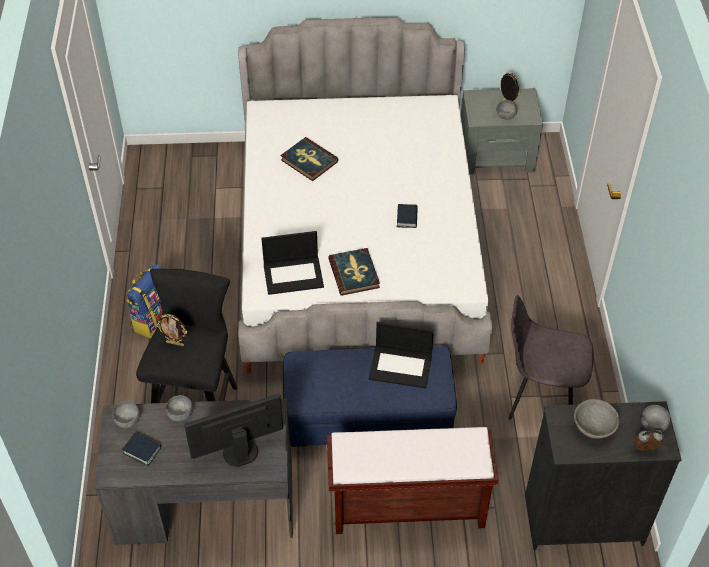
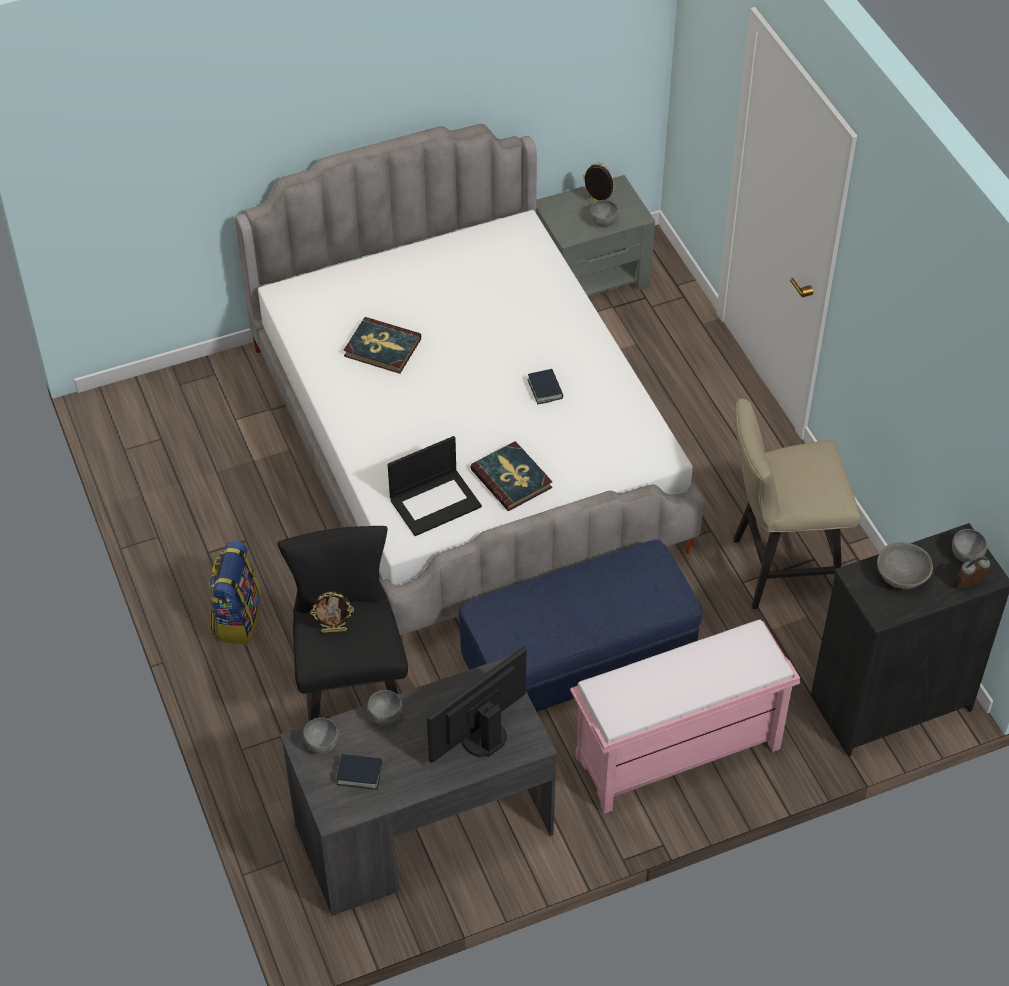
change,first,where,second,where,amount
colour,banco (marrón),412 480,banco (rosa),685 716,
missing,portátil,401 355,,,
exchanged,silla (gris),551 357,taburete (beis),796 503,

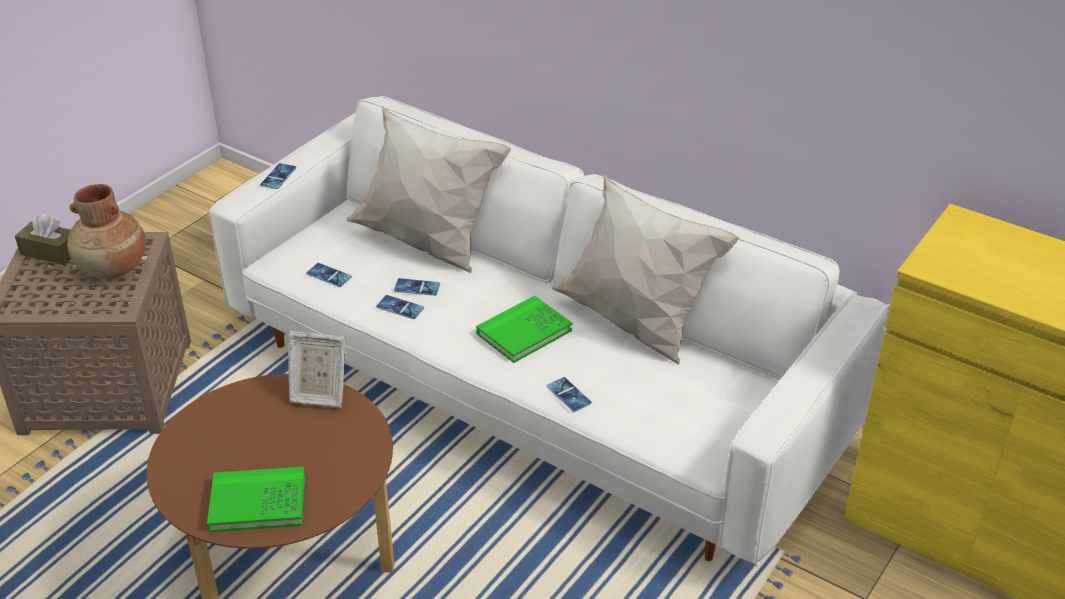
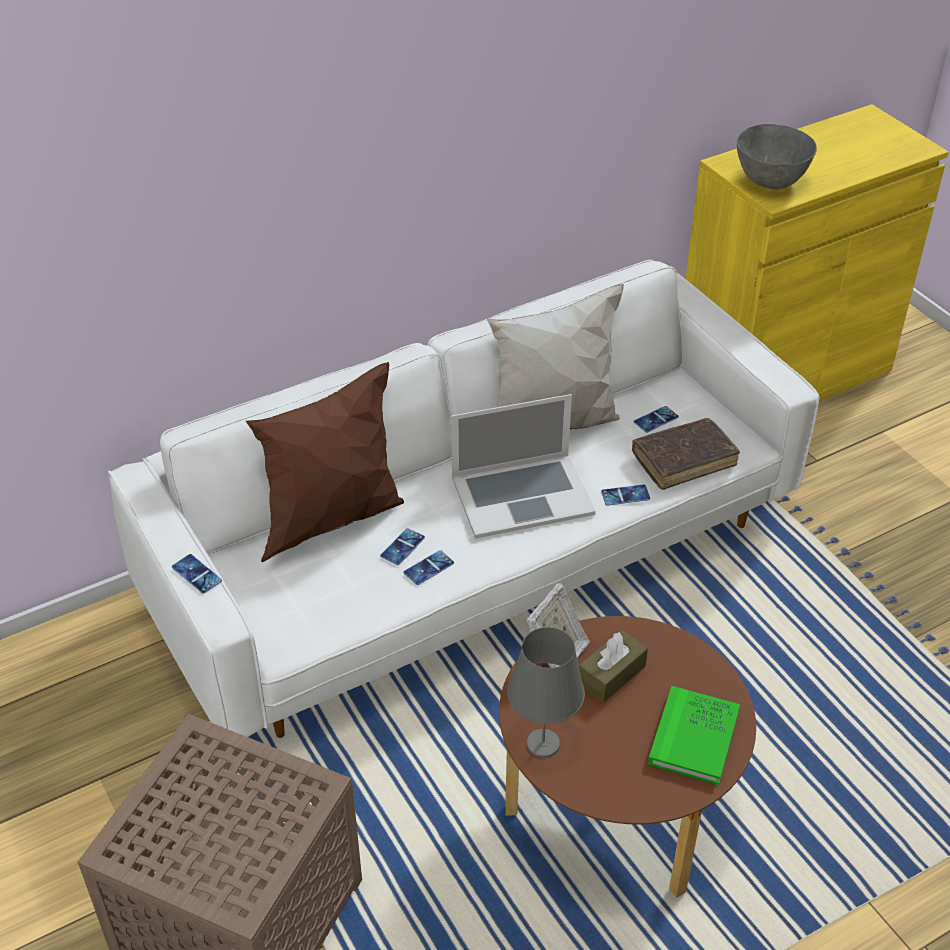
change,first,where,second,where,amount
relocated,caja de pañuelos (marrón),43 239,,613 666,
missing,florero (marrón),106 231,,,
relocated,móvil,329 275,,656 419,
colour,cojín (blanco),429 189,cojín (marrón),325 462,
exchanged,libro (verde),524 329,portátil,523 466,
appeared,,,lámpara de mesa (gris),546 692,
appeared,,,libro (marrón),686 454,
appeared,,,cuenco (gris),776 156,

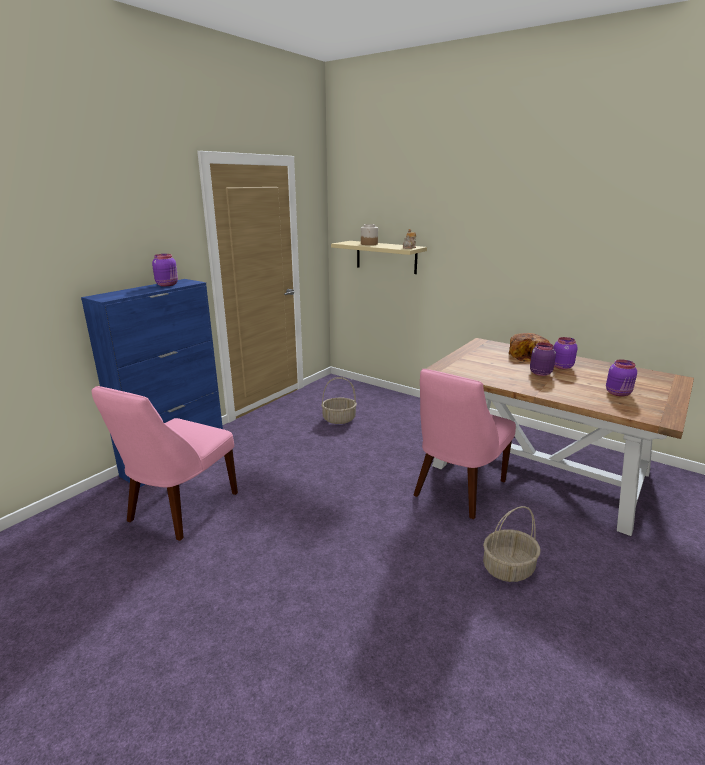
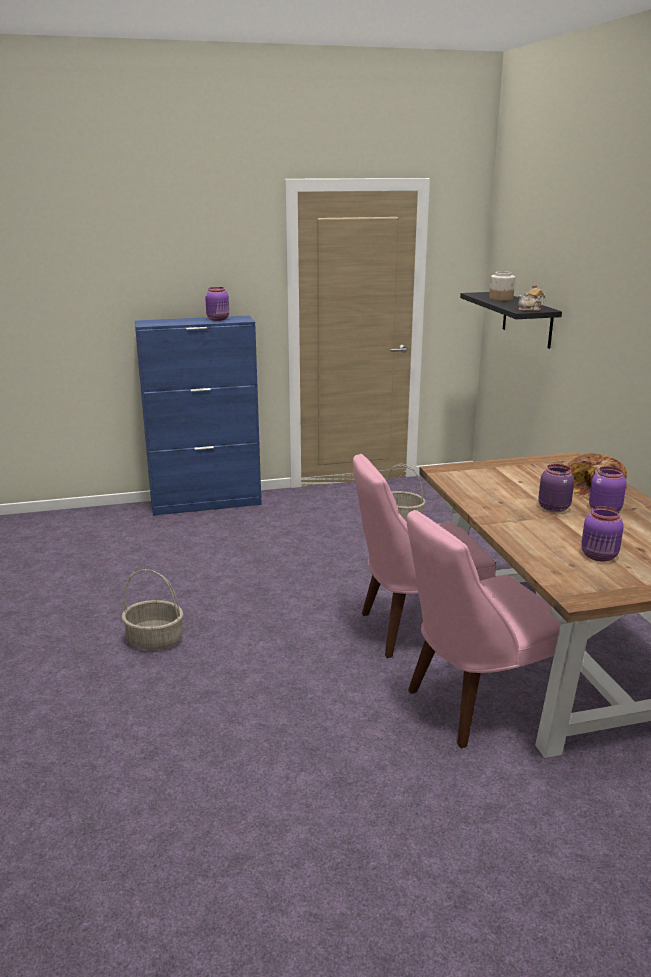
change,first,where,second,where,amount
relocated,silla (rosa),164 463,,484 629,
colour,estante (beis),379 257,estante (negro),511 320,
relocated,cesta,512 544,,152 609,

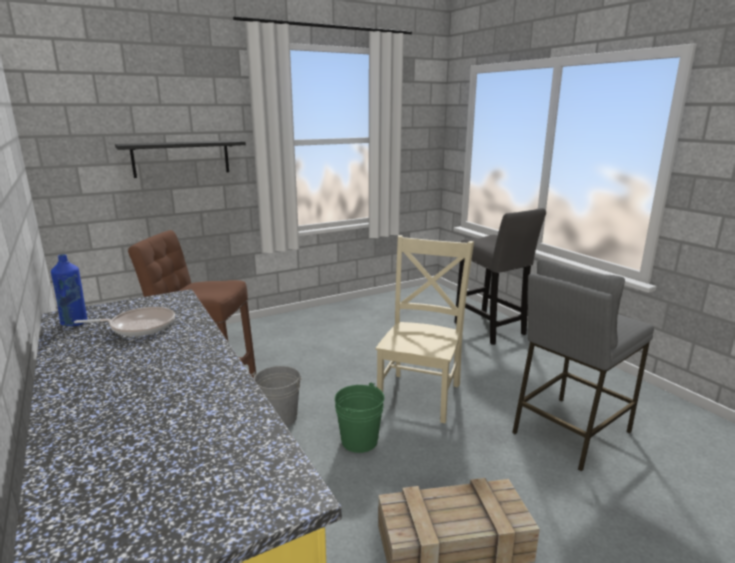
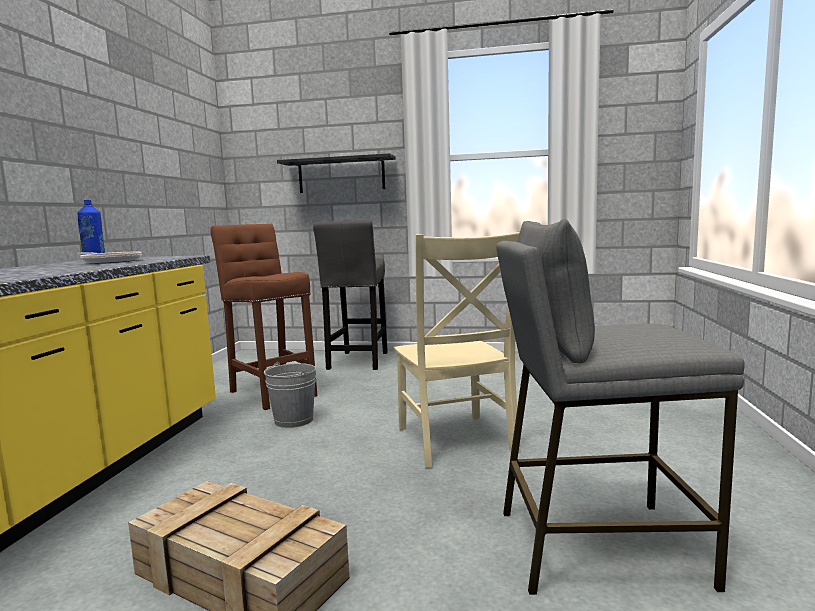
change,first,where,second,where,amount
missing,cubo (verde),359 417,,,
spun,silla (beis),424 329,,457 349,105 degrees clockwise
relocated,taburete (gris),500 276,,350 295,

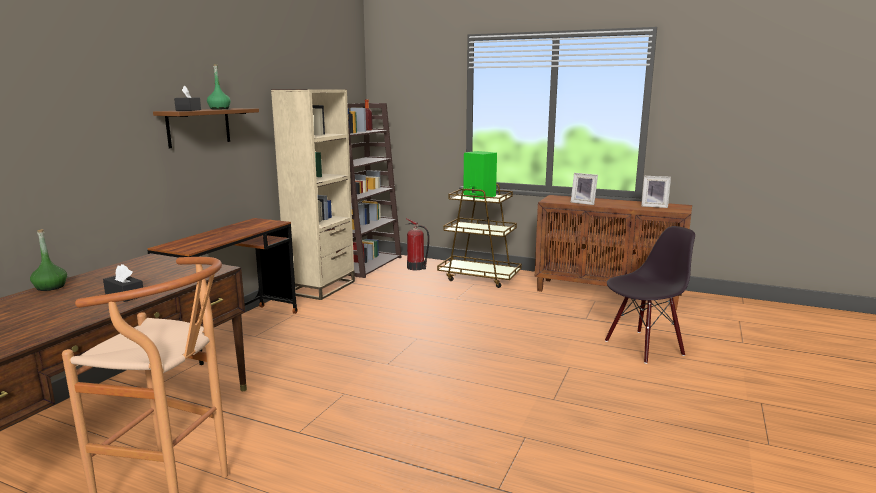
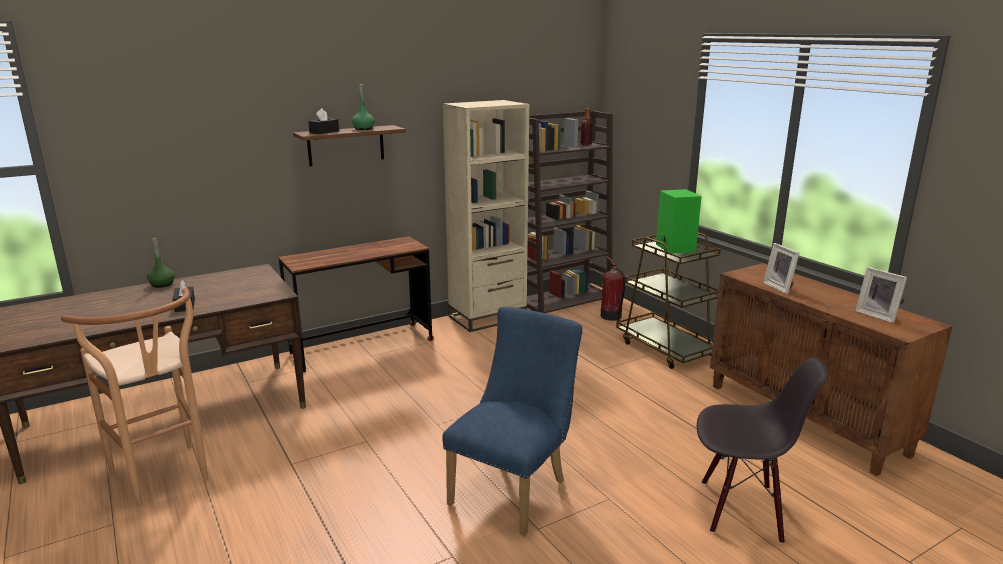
change,first,where,second,where,amount
appeared,,,silla (azul),512 421,

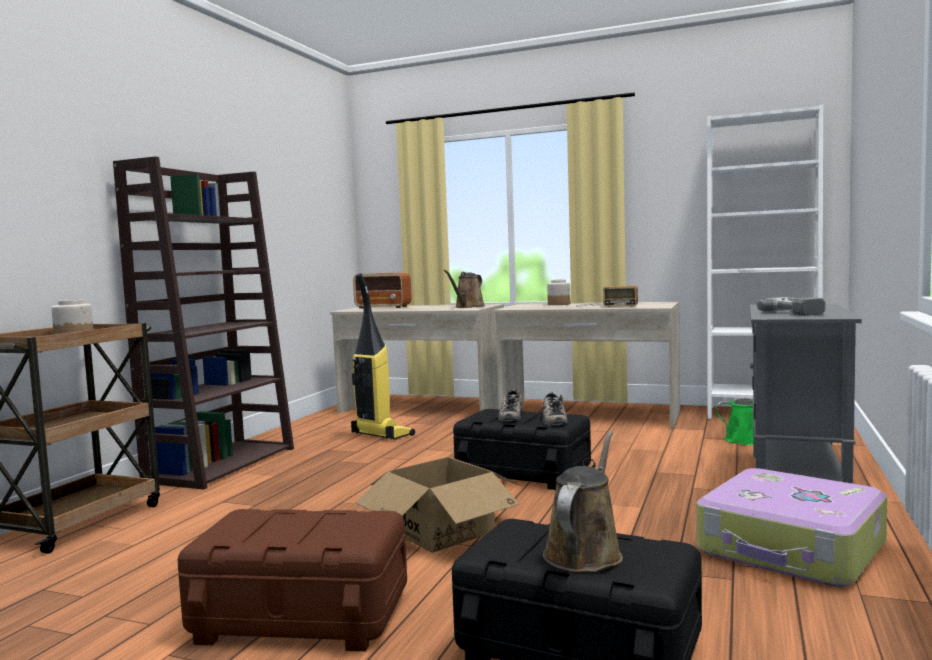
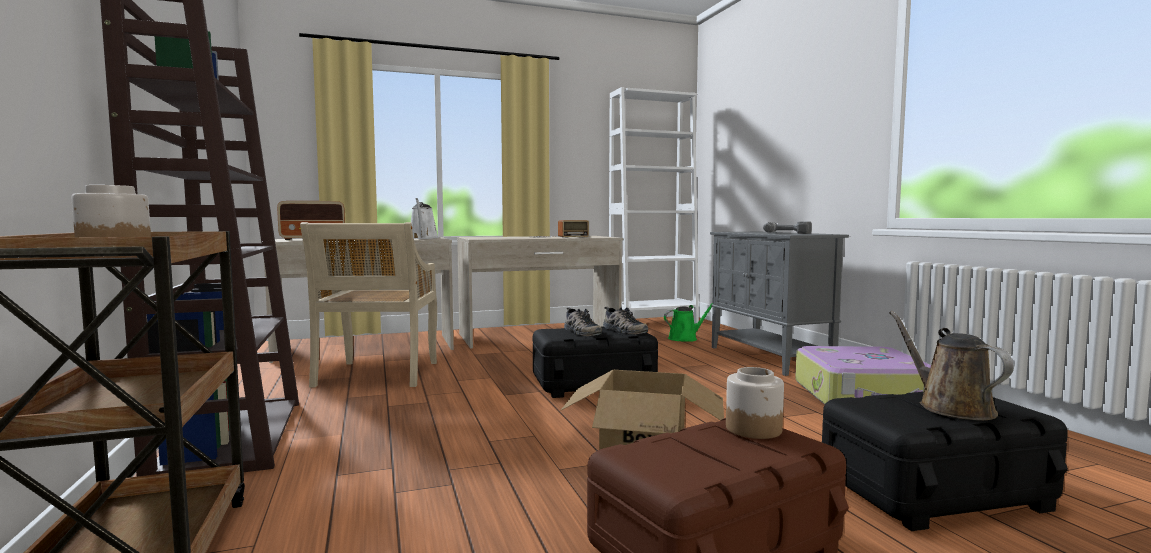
change,first,where,second,where,amount
exchanged,aspiradora,383 356,silla (beis),368 304,
colour,regadera (marrón),464 289,regadera (blanco),425 218,
relocated,tarro,558 292,,755 403,

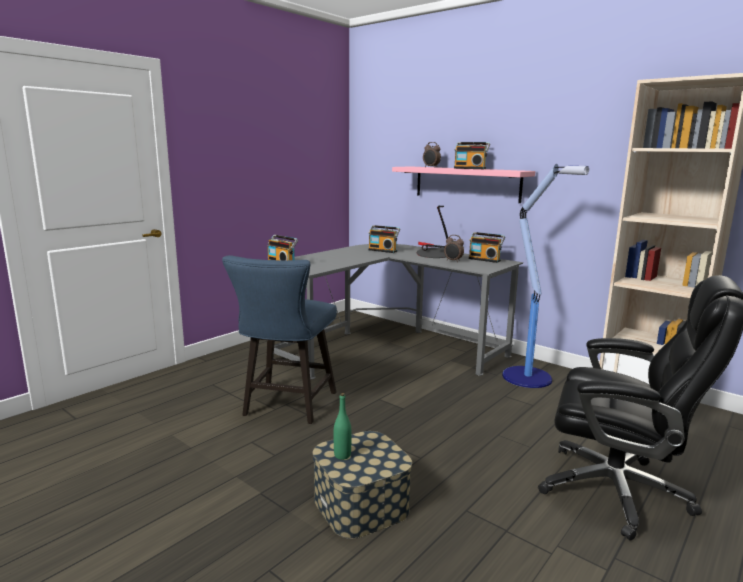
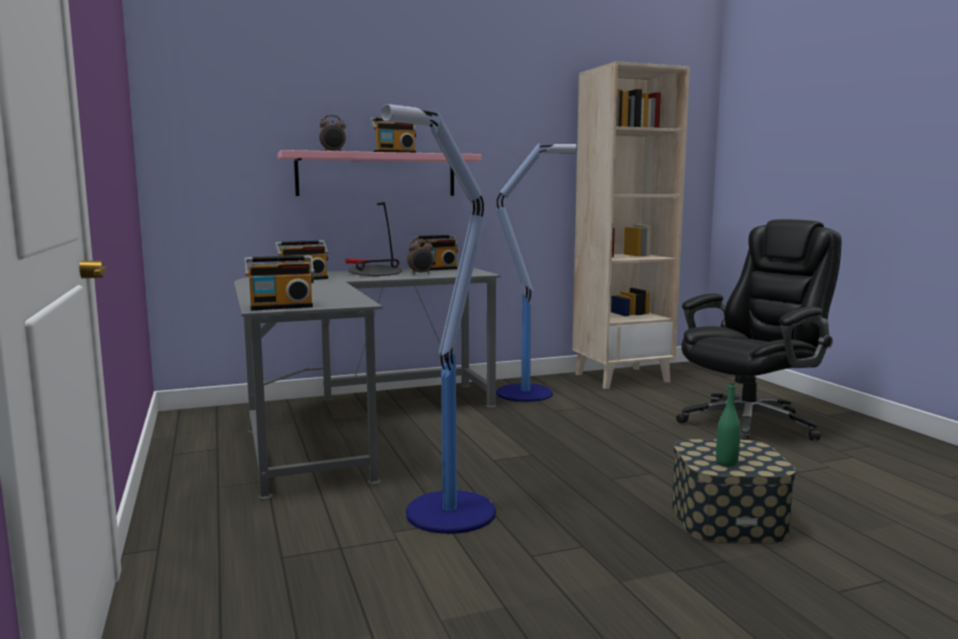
change,first,where,second,where,amount
exchanged,silla (azul),279 339,lámpara de pie,438 319,

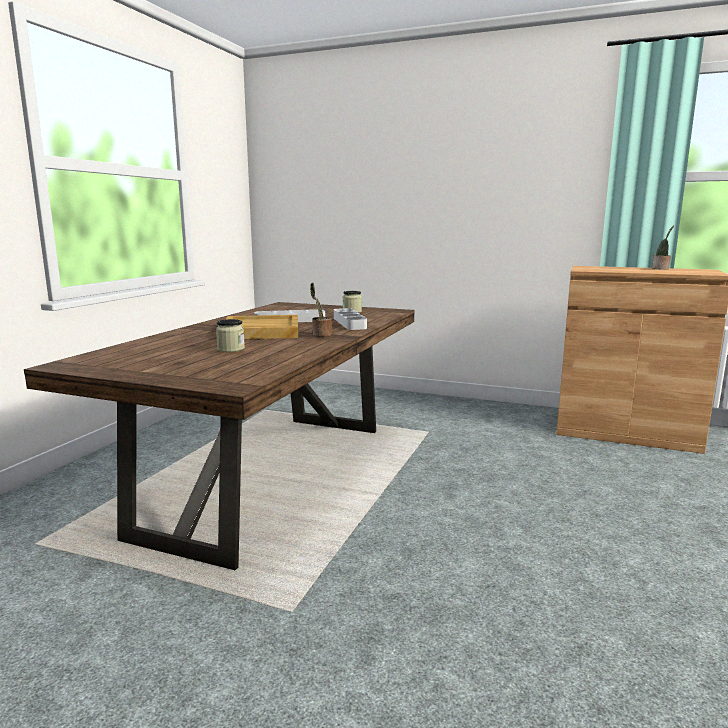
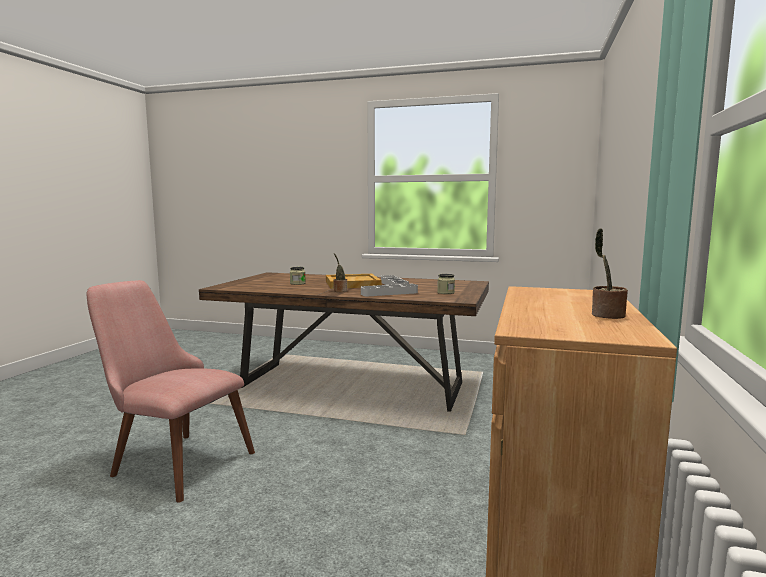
change,first,where,second,where,amount
appeared,,,silla (rosa),170 391,

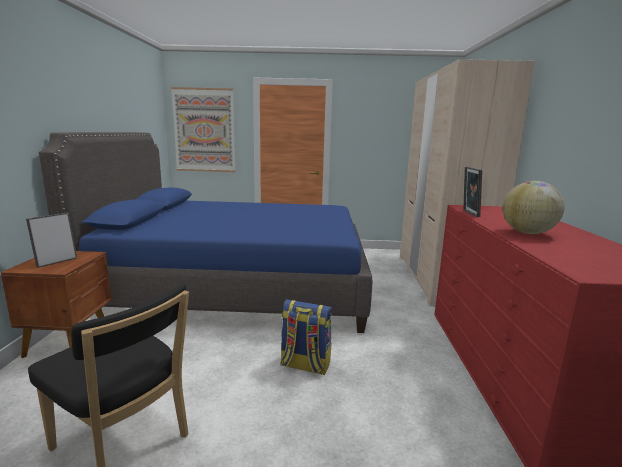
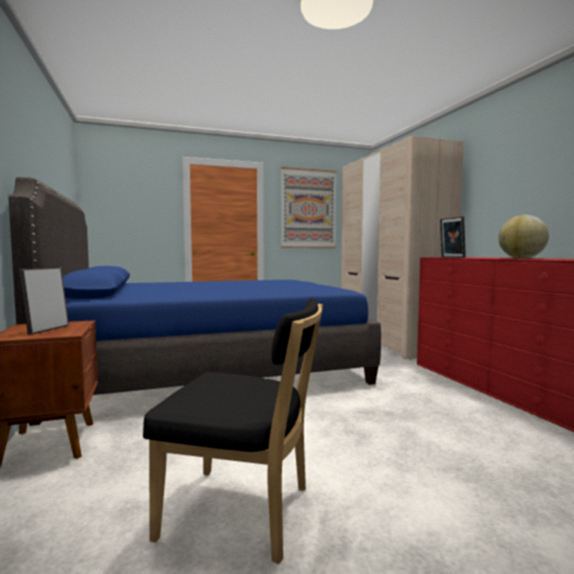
change,first,where,second,where,amount
relocated,cuadro,203 129,,309 207,
missing,mochila,306 337,,,

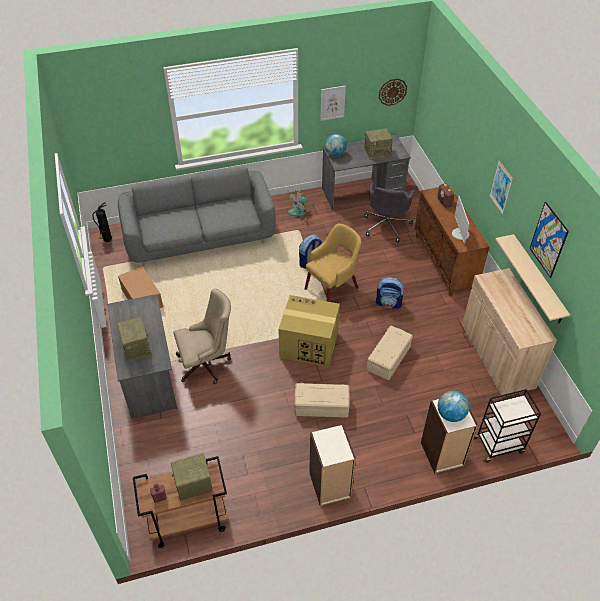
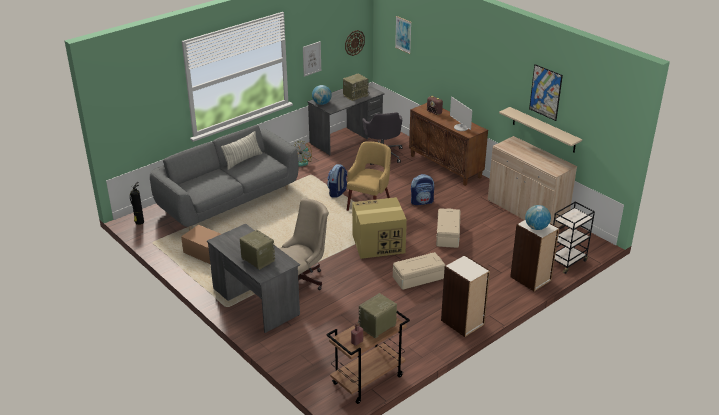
change,first,where,second,where,amount
relocated,cuadro,501 187,,403 35,
appeared,,,cojín,241 150,

